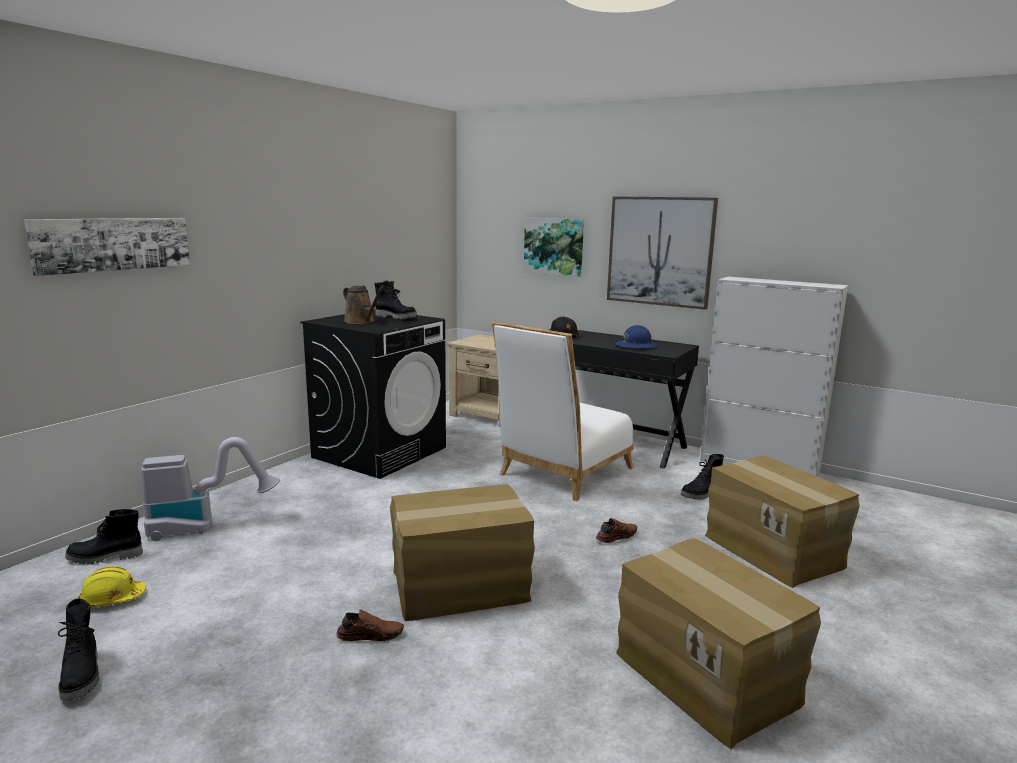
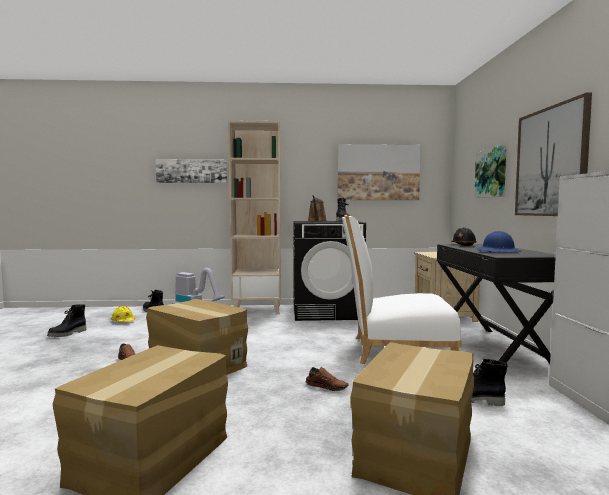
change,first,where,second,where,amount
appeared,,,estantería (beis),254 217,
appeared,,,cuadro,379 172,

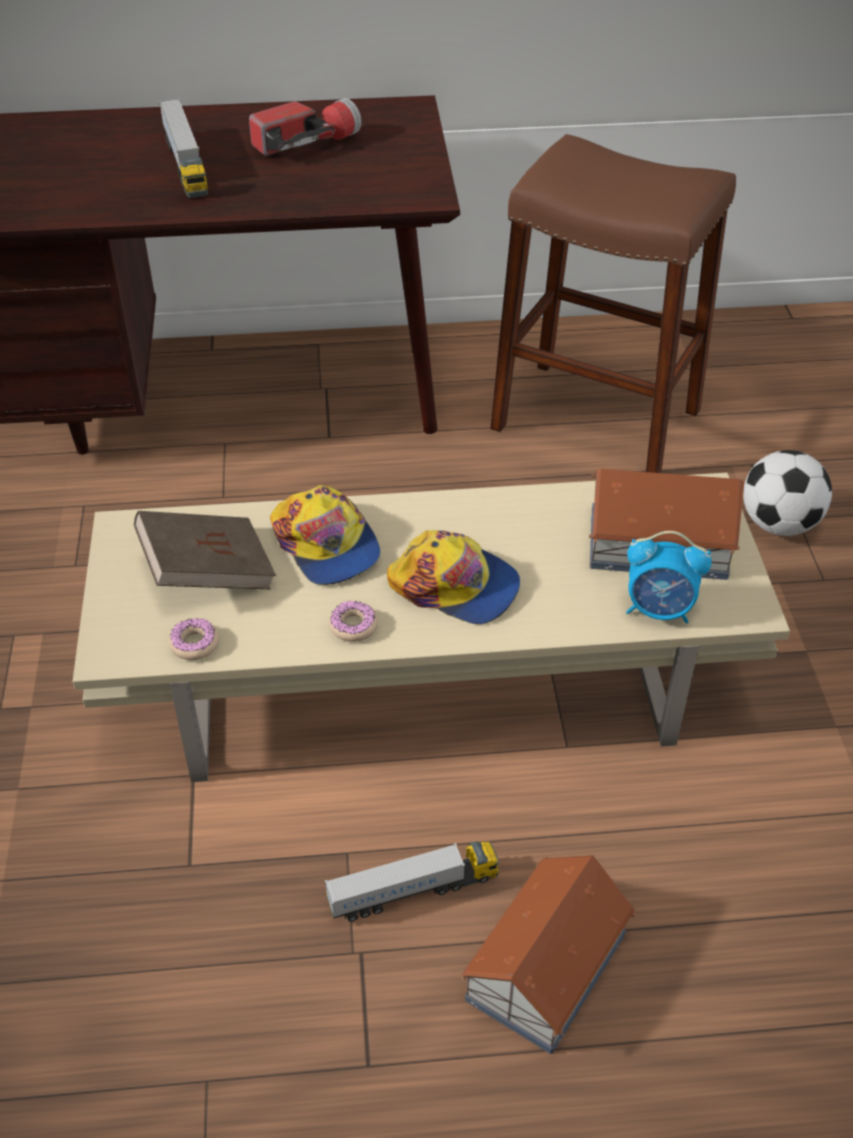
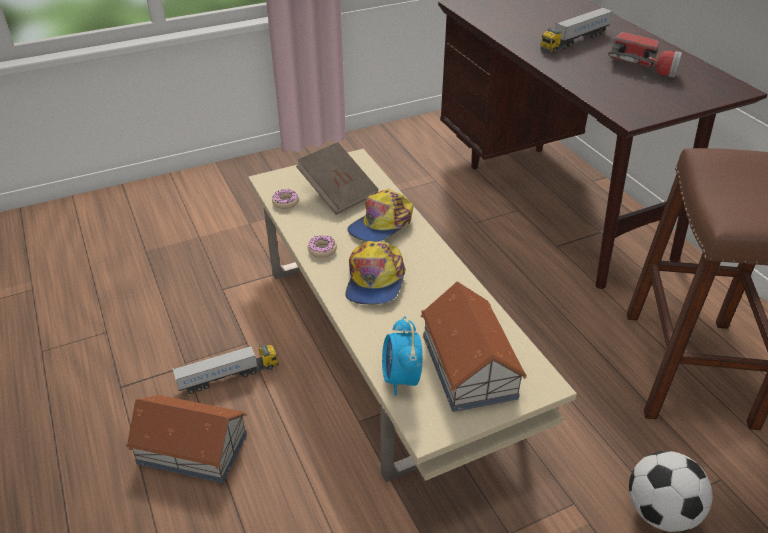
change,first,where,second,where,amount
spun,camión de juguete,412 882,,226 369,75 degrees counterclockwise

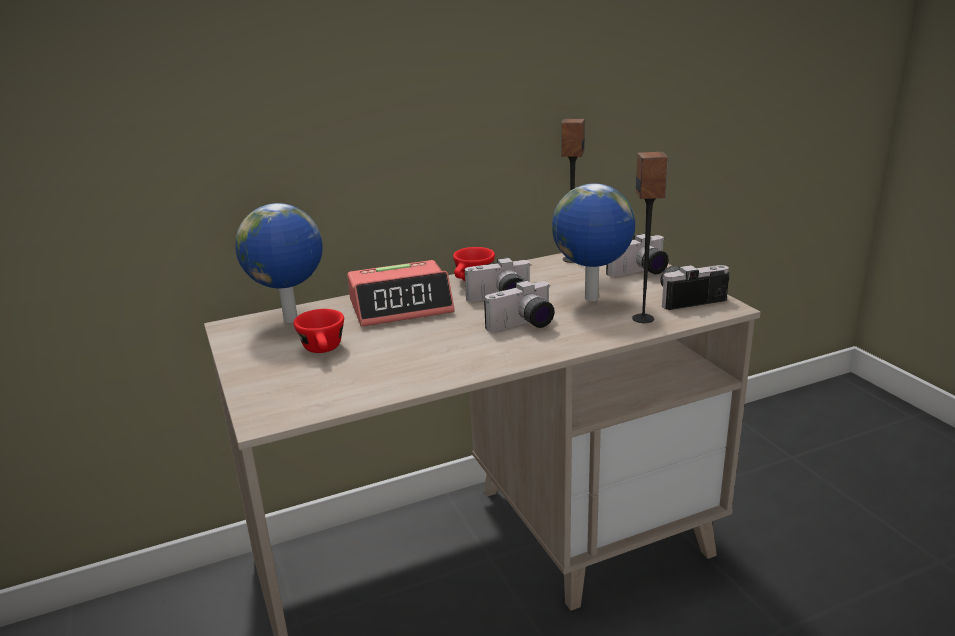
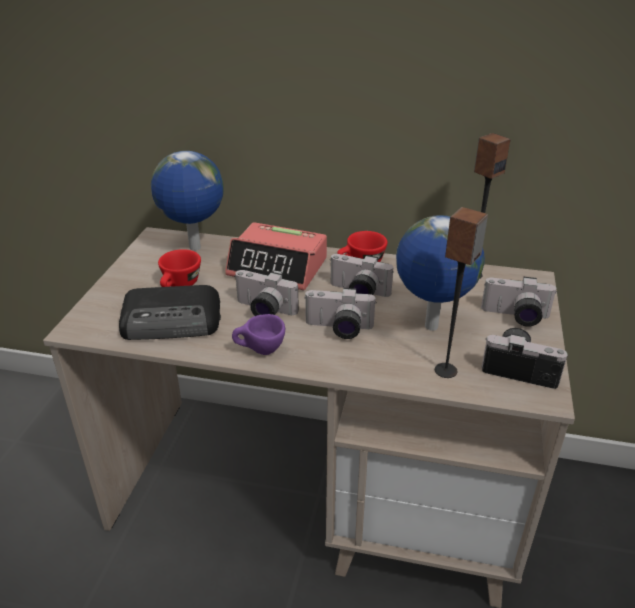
change,first,where,second,where,amount
appeared,,,radio,170 312,
appeared,,,taza (morado),258 334,
appeared,,,cámara,266 293,

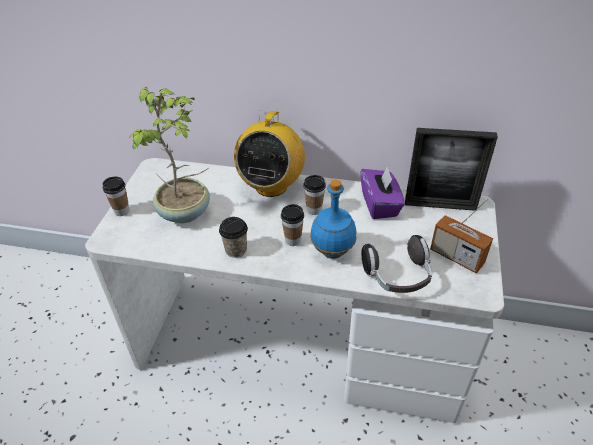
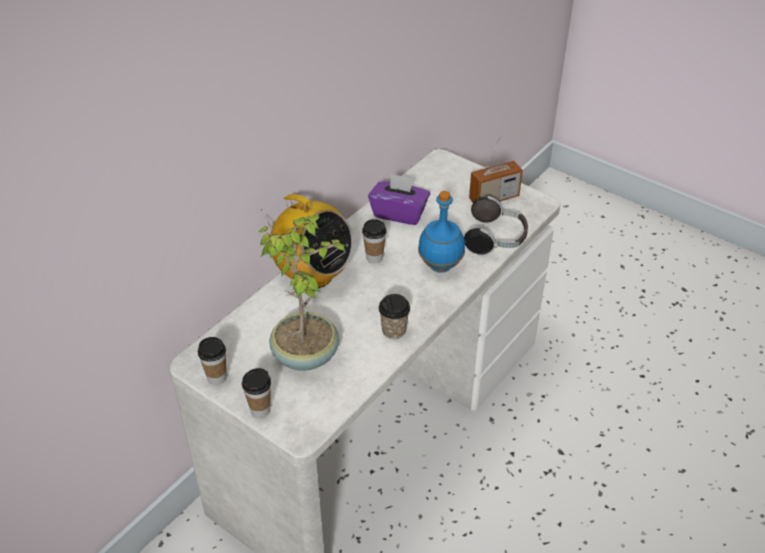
change,first,where,second,where,amount
relocated,taza,292 225,,212 361,
missing,portarretratos,451 169,,,

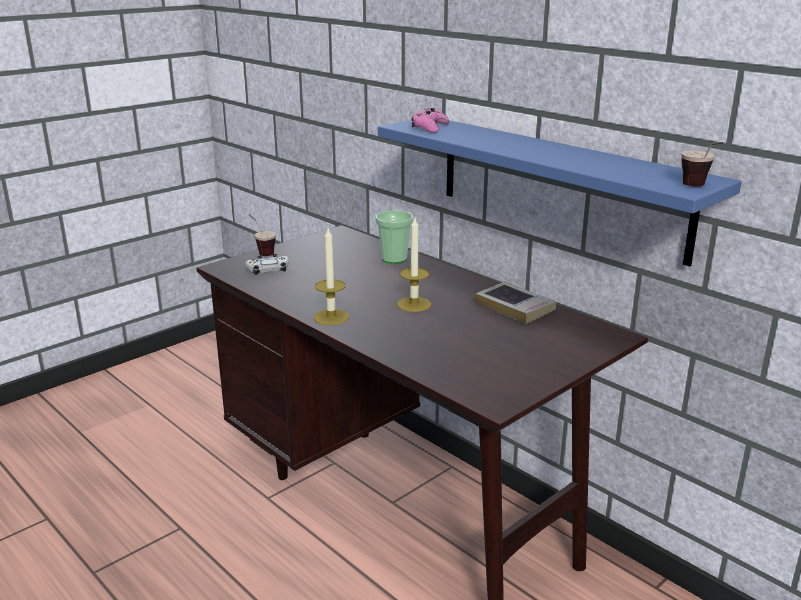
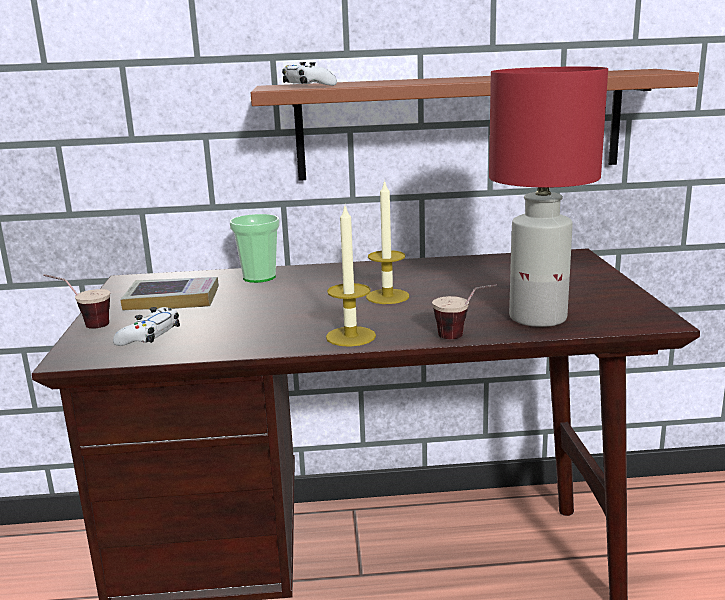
change,first,where,second,where,amount
colour,estante (azul),560 193,estante (marrón),475 125,
colour,mando de consola (rosa),430 120,mando de consola (blanco),309 74,
relocated,libro,515 303,,169 294,
relocated,taza,702 164,,464 311,
appeared,,,lámpara de mesa (rojo),548 196,

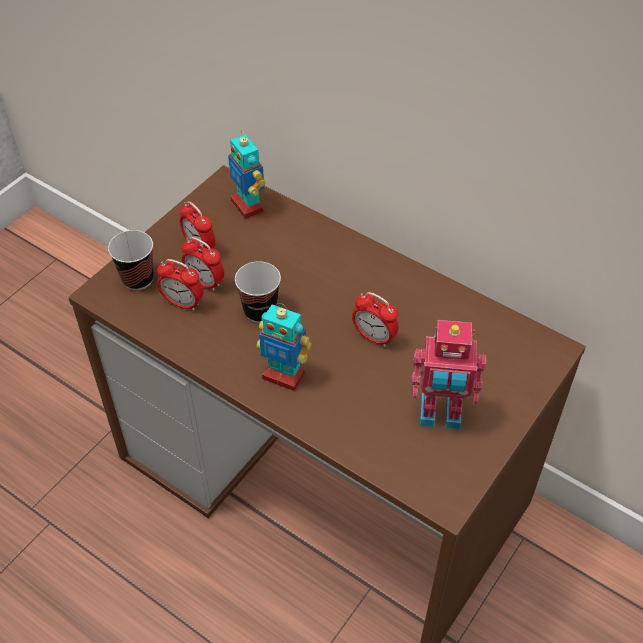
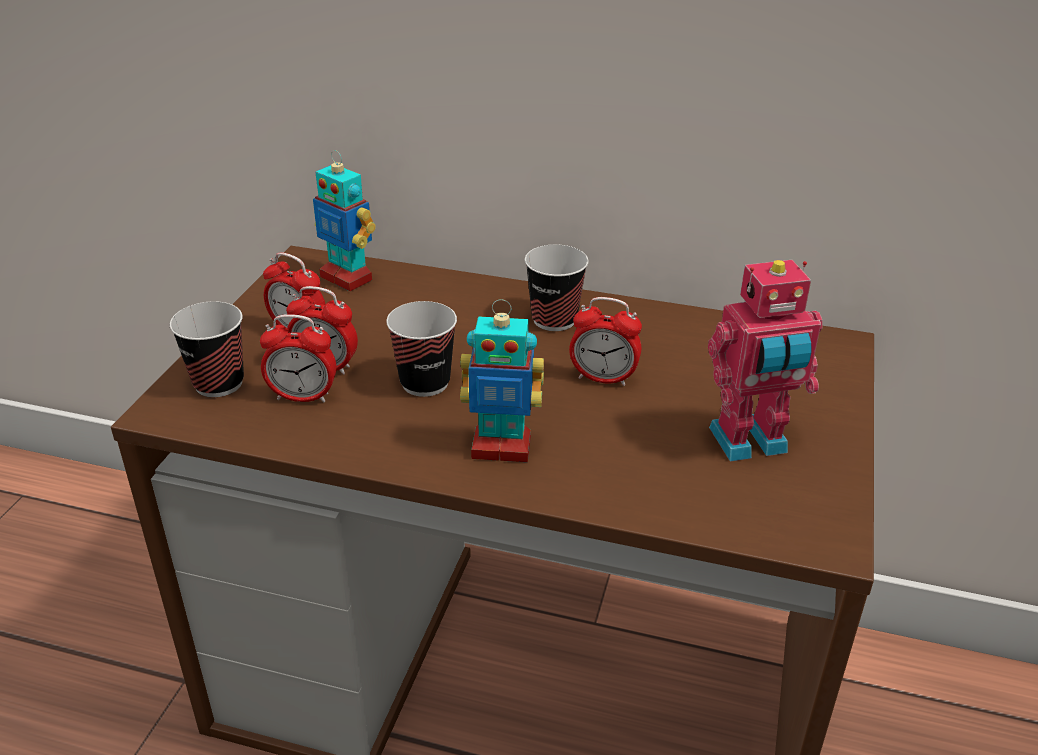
change,first,where,second,where,amount
appeared,,,taza,557 287,

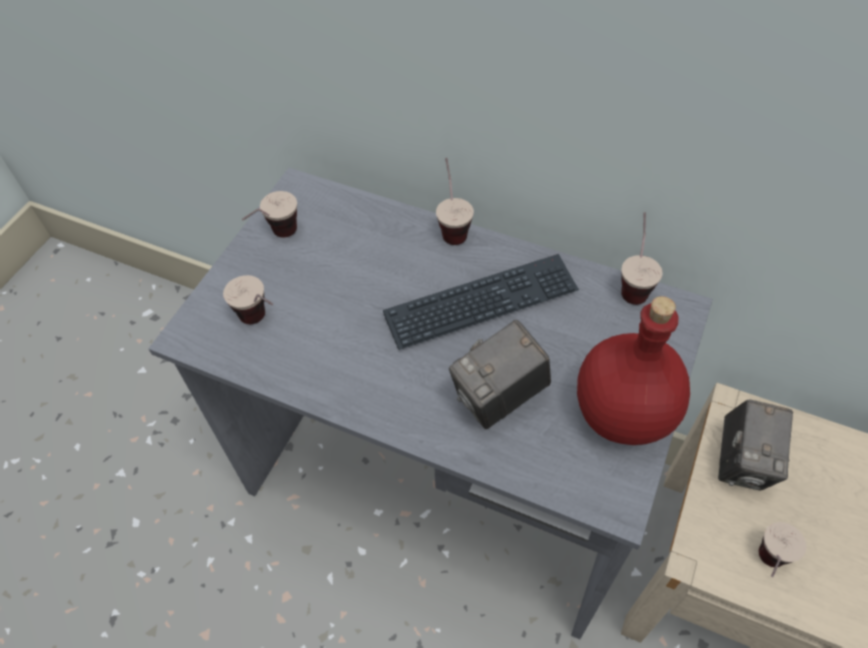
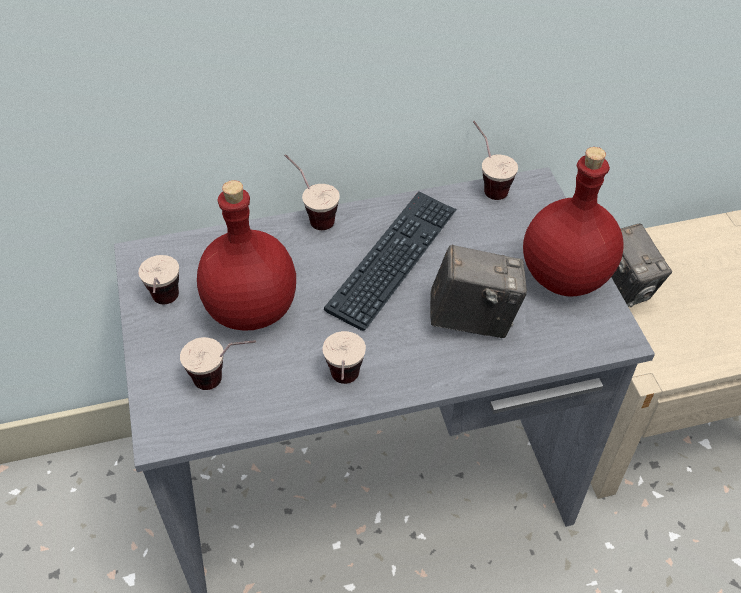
change,first,where,second,where,amount
spun,cámara,500 374,,478 291,105 degrees counterclockwise
relocated,taza,783 549,,344 357,
appeared,,,botella (rojo),246 255,

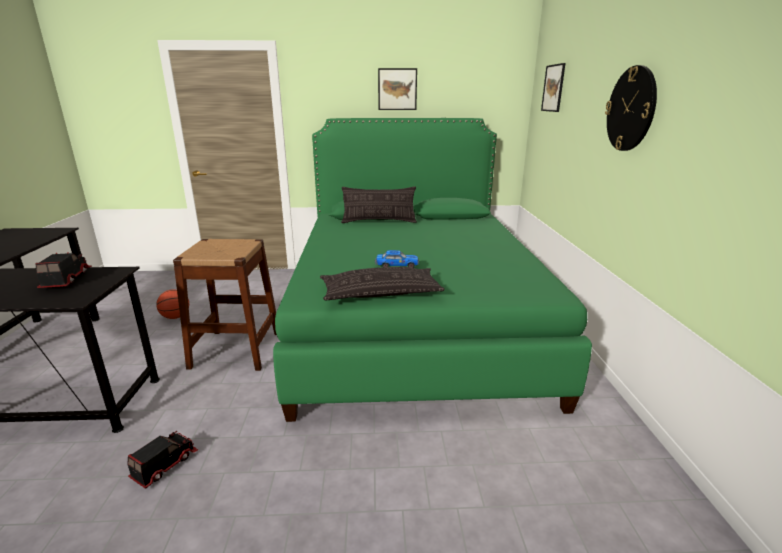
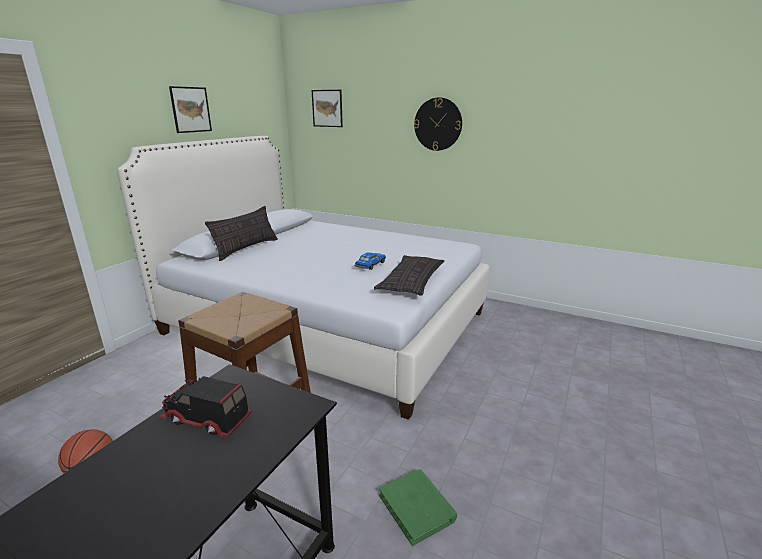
change,first,where,second,where,amount
exchanged,camión de juguete,163 460,libro (verde),418 507,
colour,cama (verde),432 270,cama (blanco),303 278,

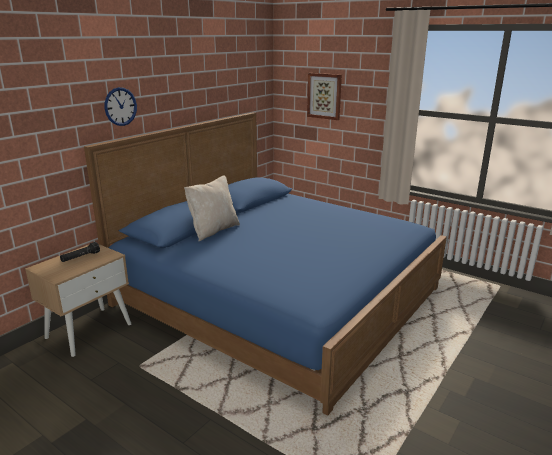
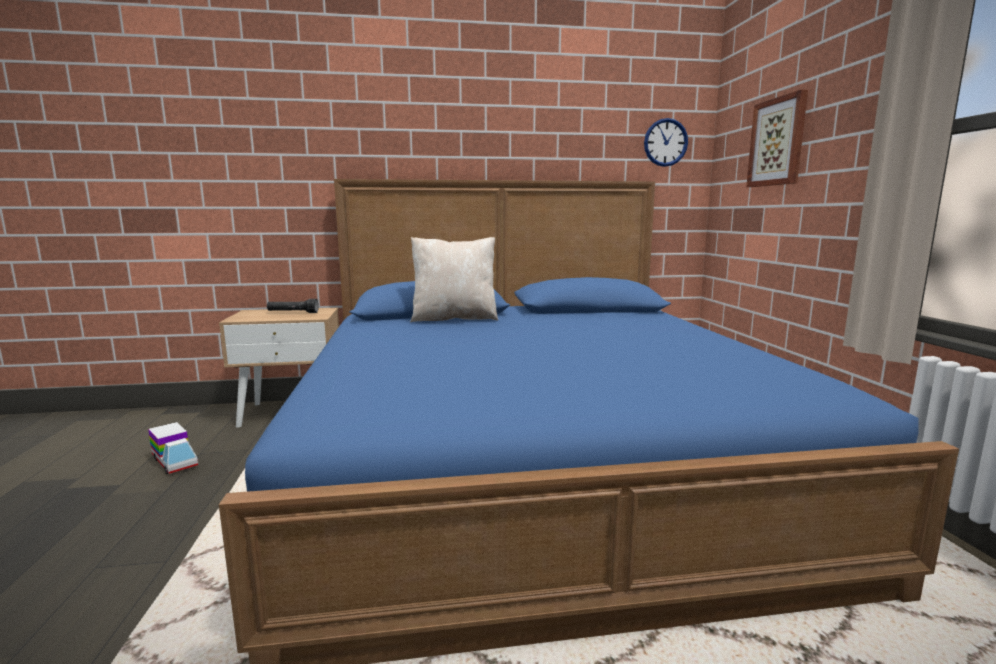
change,first,where,second,where,amount
relocated,reloj de pared,121 106,,666 142,
appeared,,,camión de juguete,173 448,

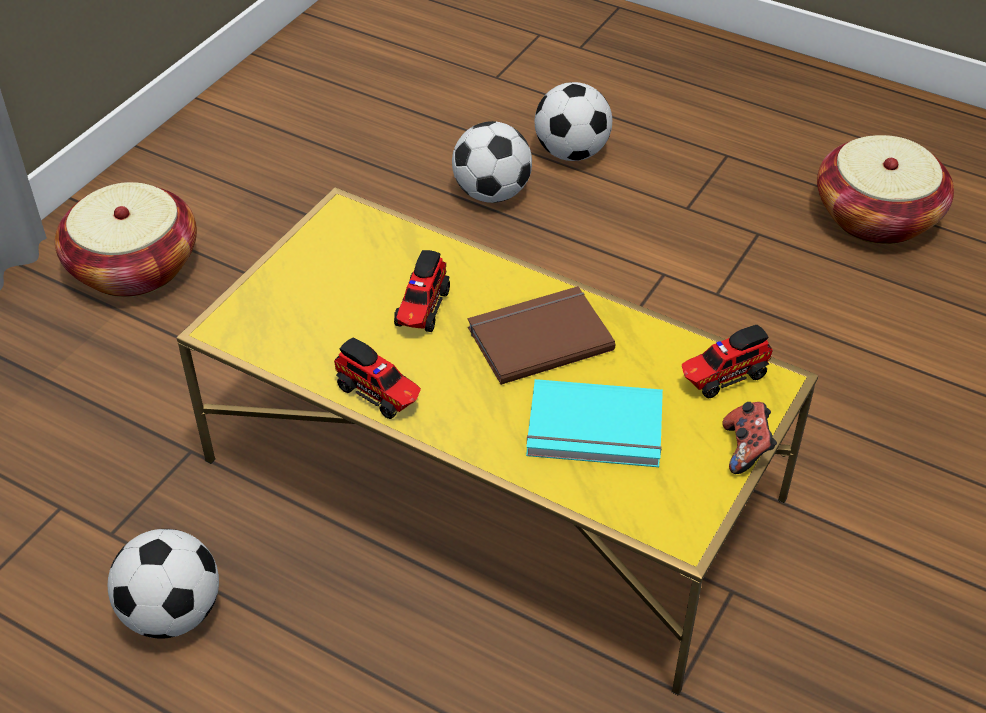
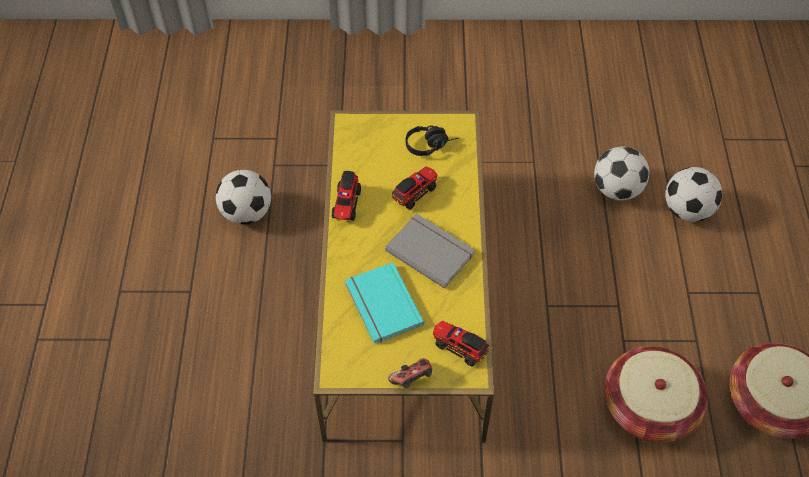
change,first,where,second,where,amount
relocated,cesta,126 239,,656 394,
spun,camión de juguete,422 291,,414 188,150 degrees clockwise
colour,libro (marrón),541 335,libro (gris),430 251,
appeared,,,auriculares (negro),431 141,

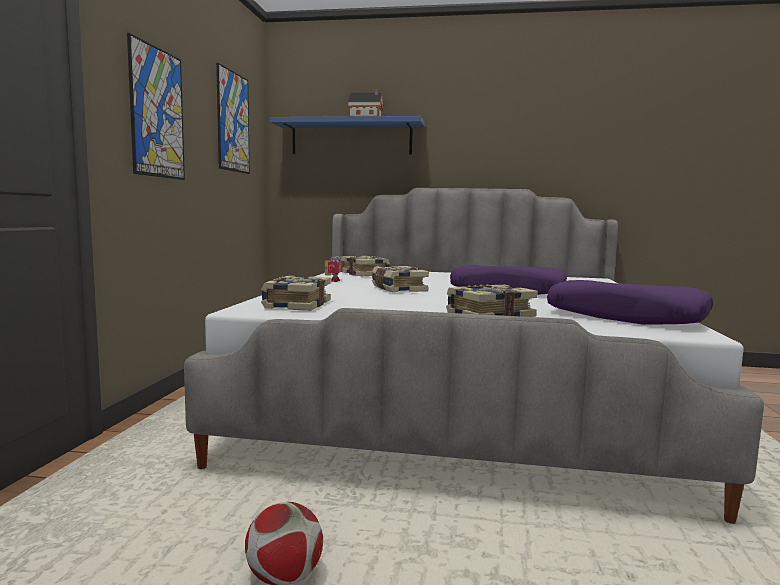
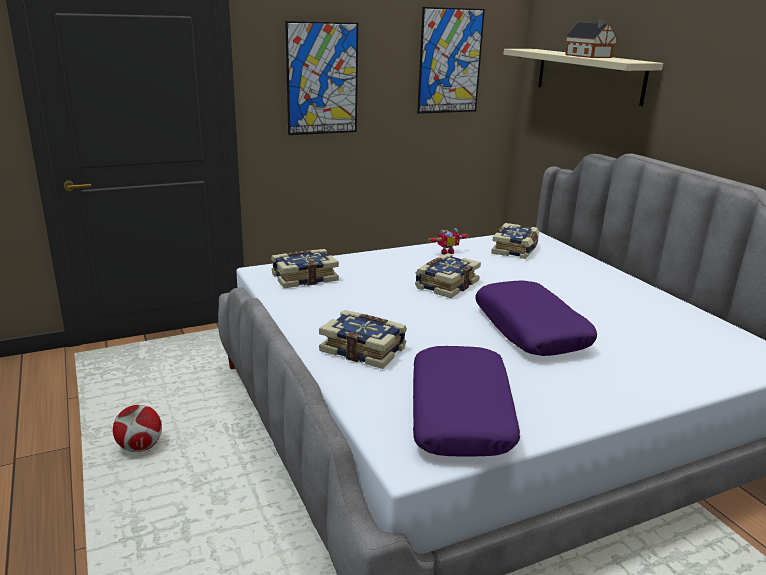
change,first,where,second,where,amount
colour,estante (azul),347 135,estante (beis),583 77,

